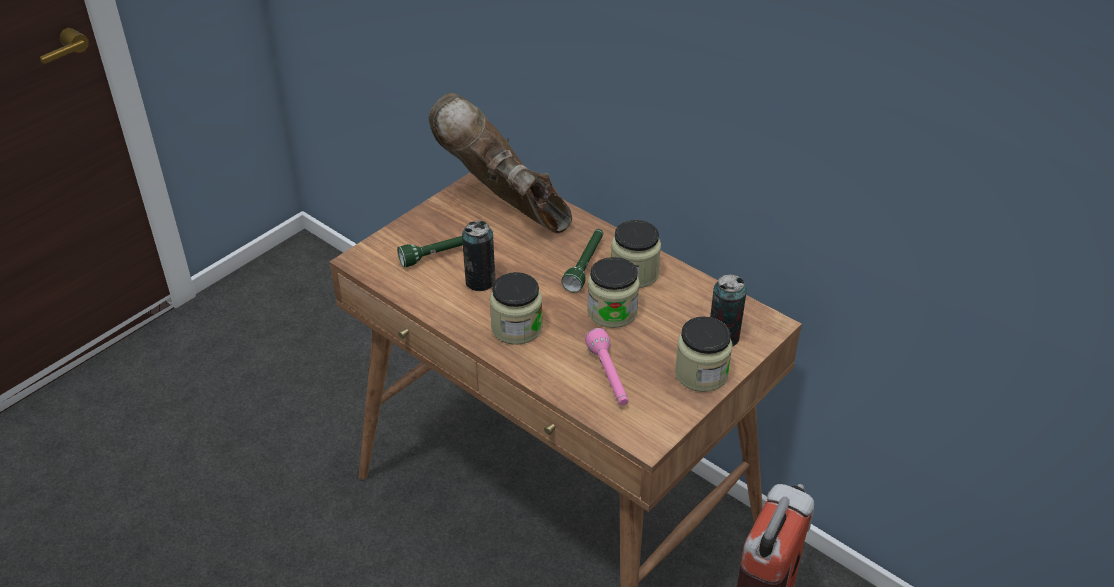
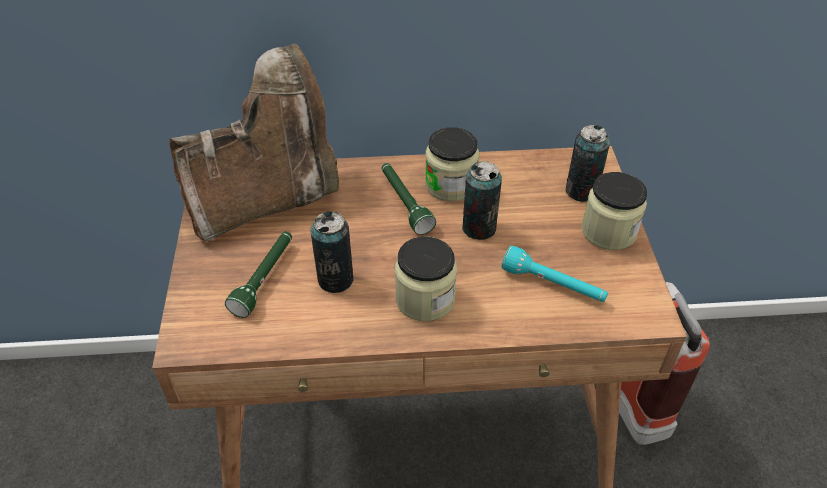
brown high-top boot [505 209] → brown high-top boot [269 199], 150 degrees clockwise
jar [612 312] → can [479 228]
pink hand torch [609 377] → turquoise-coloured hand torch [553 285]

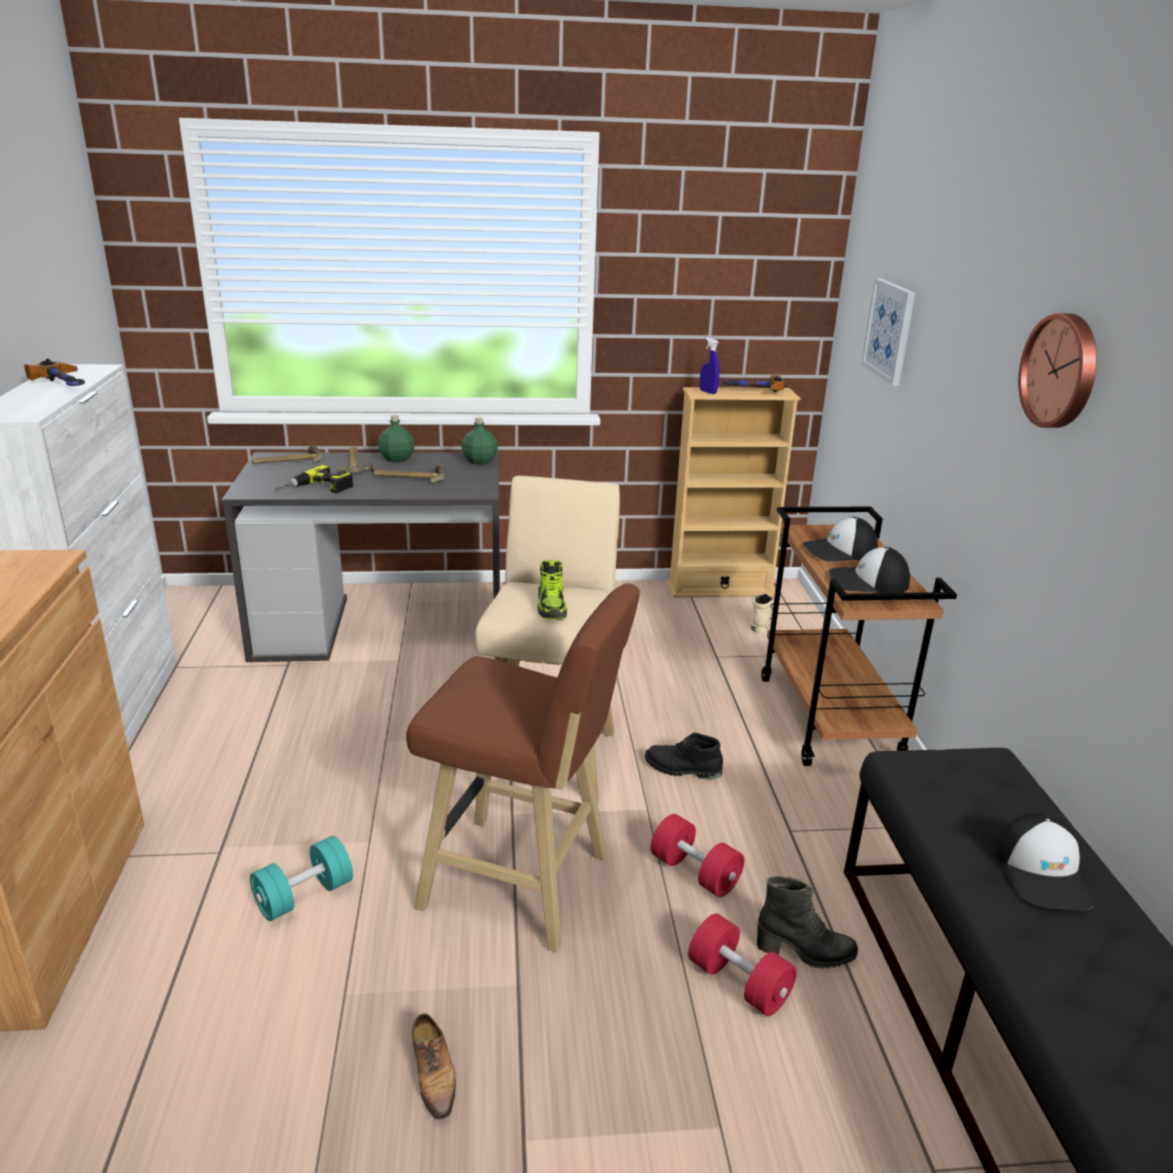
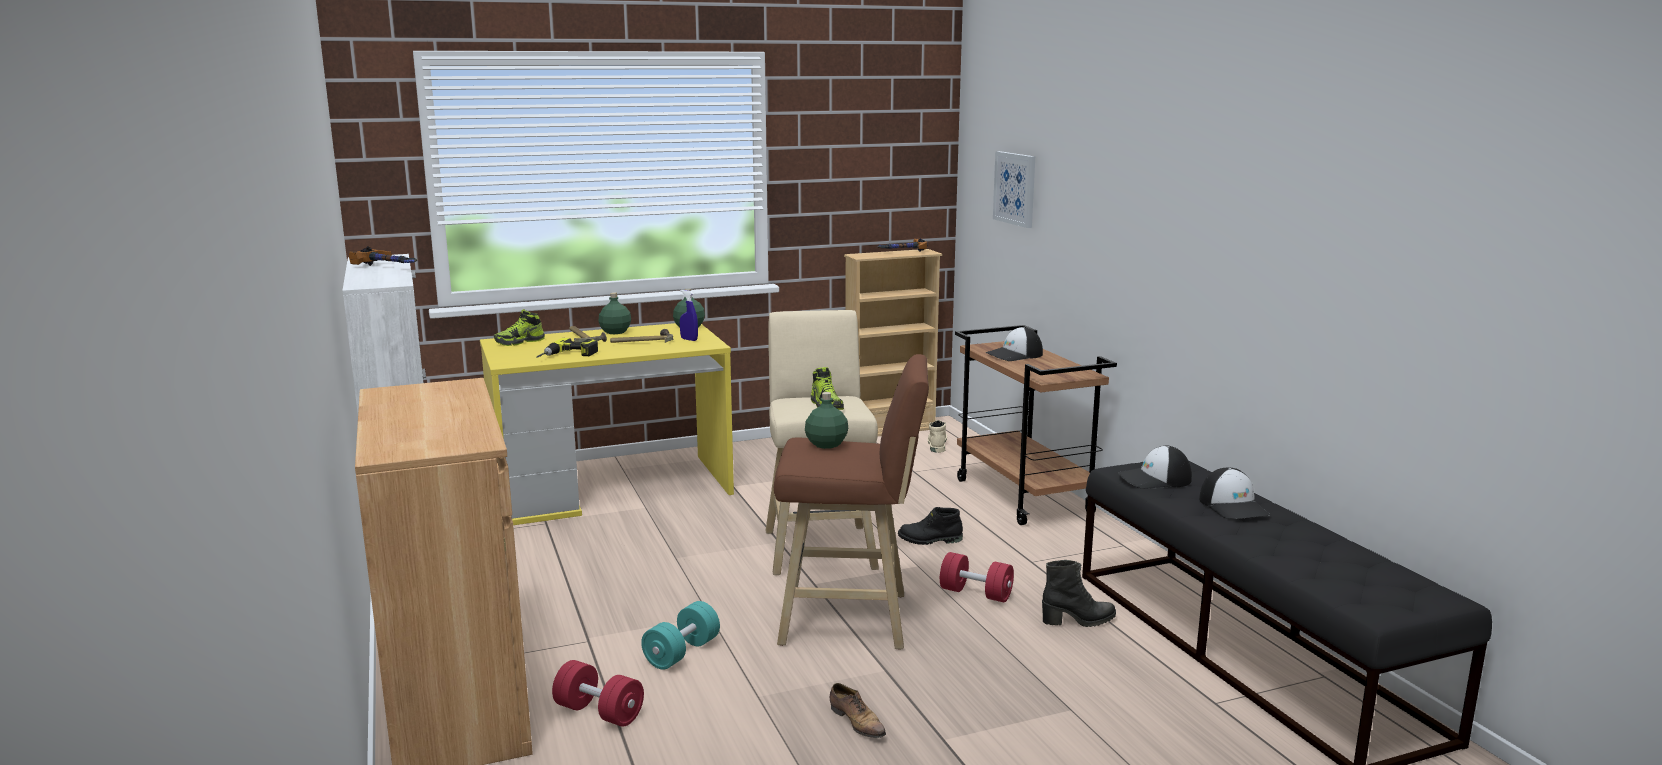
grey desk [382 626] → yellow desk [612 488]
hand hammer [288 461] → low shoe [520 342]
reddish free weight [739 982] → reddish free weight [599 712], moved
blue-coloured hand sprayer [708 392] → blue-coloured hand sprayer [689 339], moved
- → greenish beverage bottle [827 444]
peaked cap [867 582] → peaked cap [1154 479], moved
wall clock [1062 371] → -

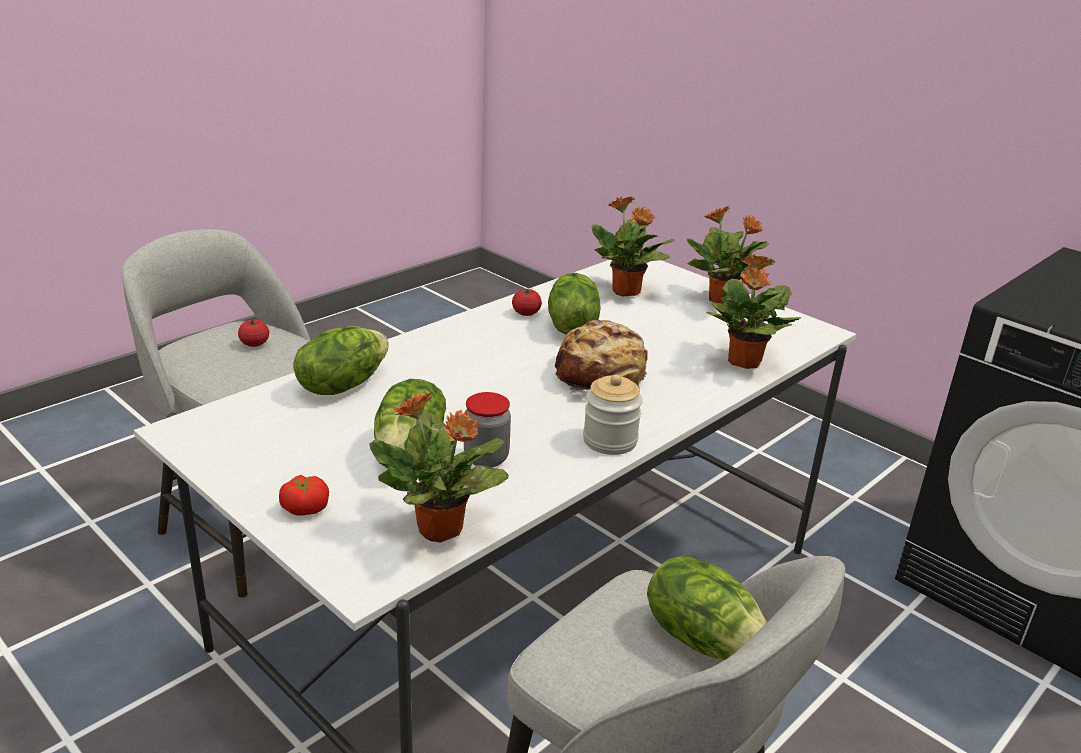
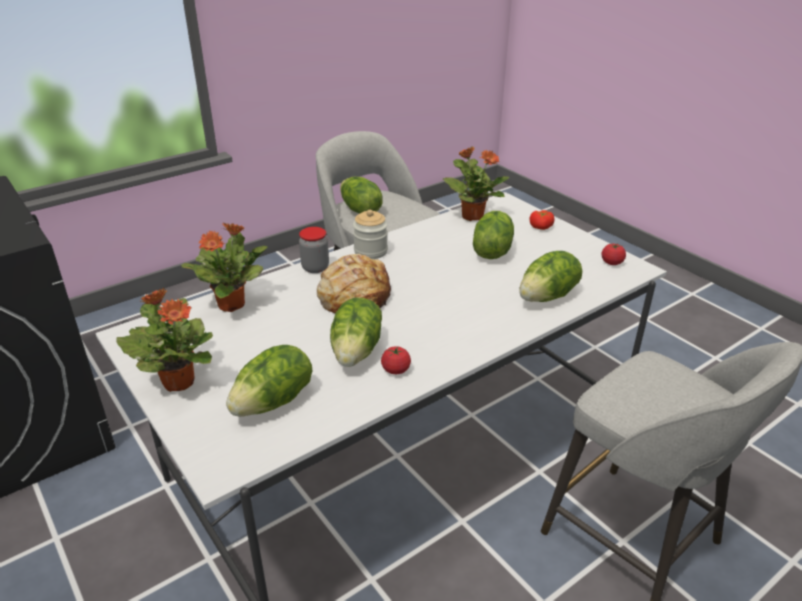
potted plant [626 292] → lettuce [274 402]
jar [486 458] → jar [315 268], moved
fresh tomato [254 344] → fresh tomato [611 262], moved

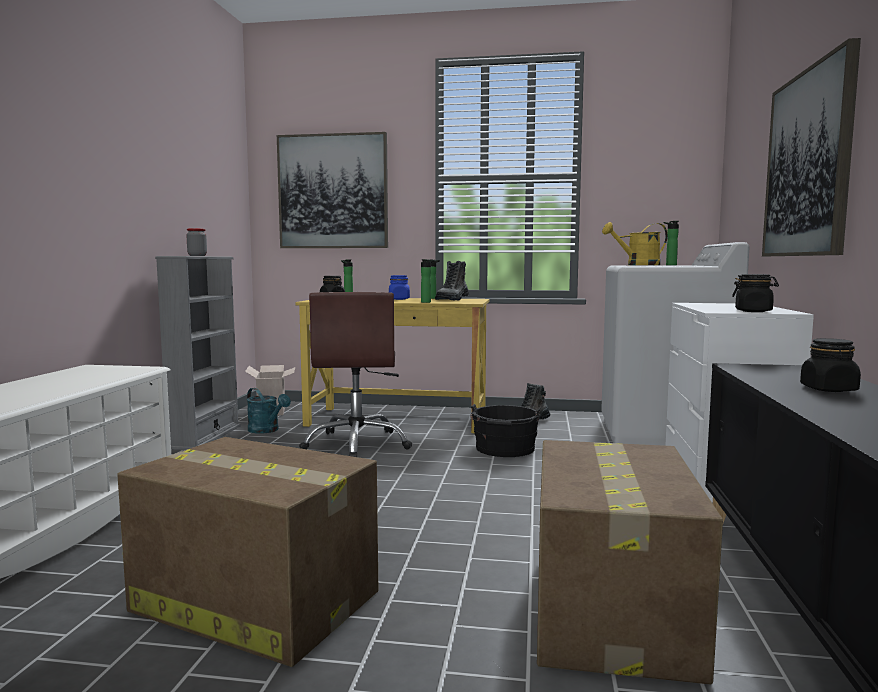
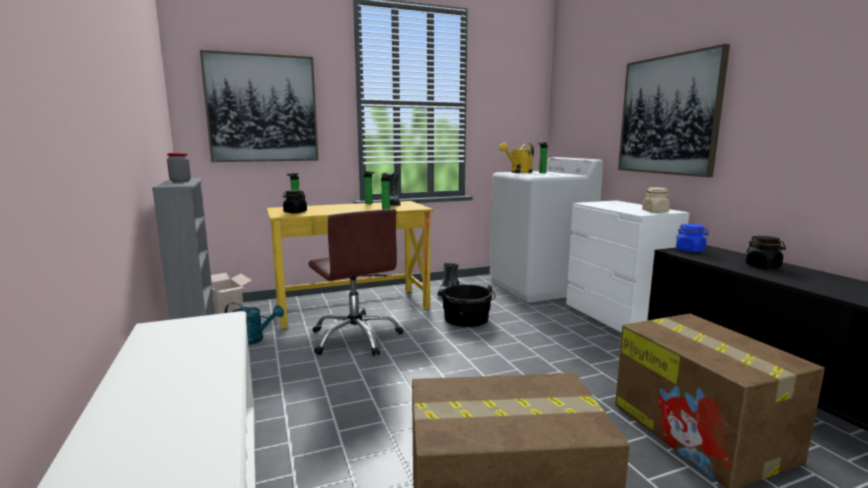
blackish jar [753 311] → beige jar [655 211]
blue-coloured jar [399 299] → blue-coloured jar [690 250], moved

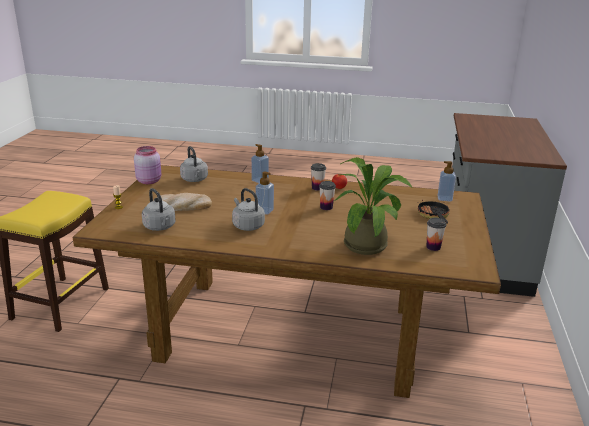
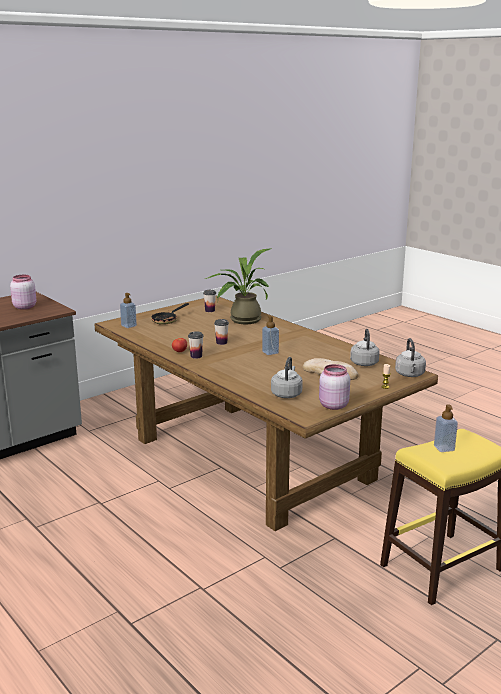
- → pink jar [25 307]
grey kettle [247 225] → grey kettle [410 375], moved
soap bottle [260 180] → soap bottle [444 448], moved

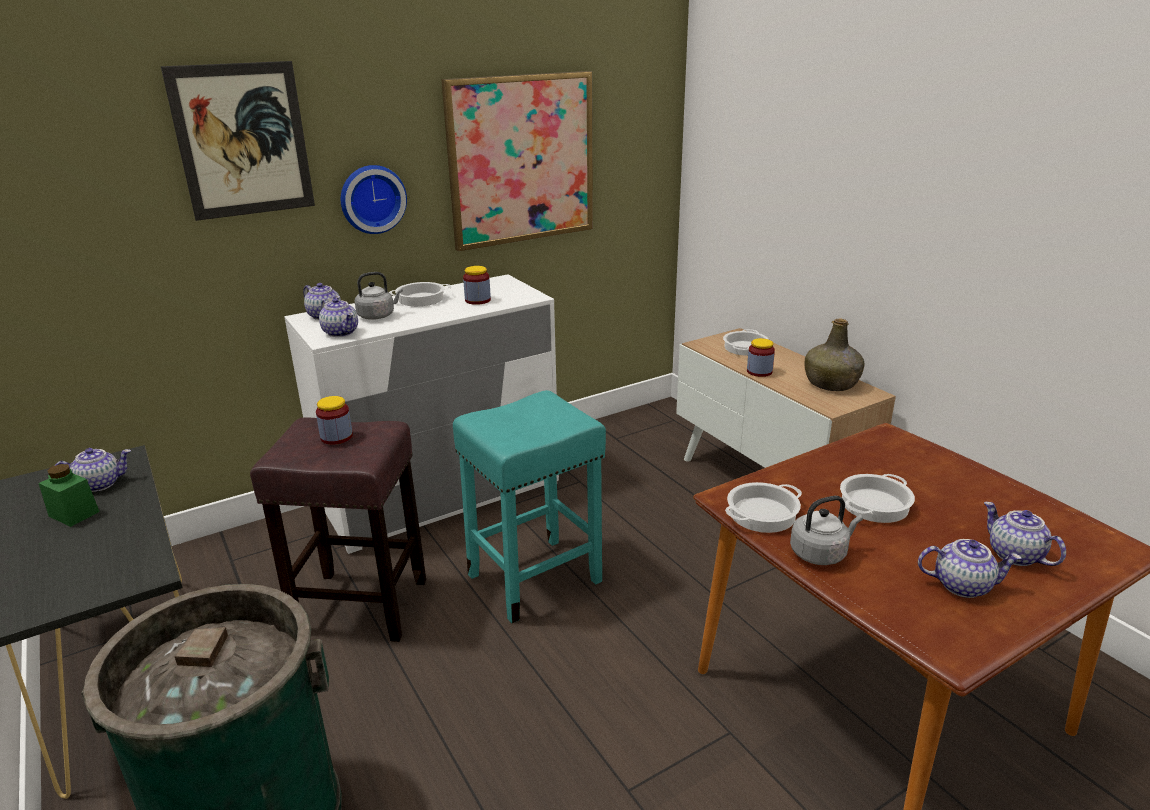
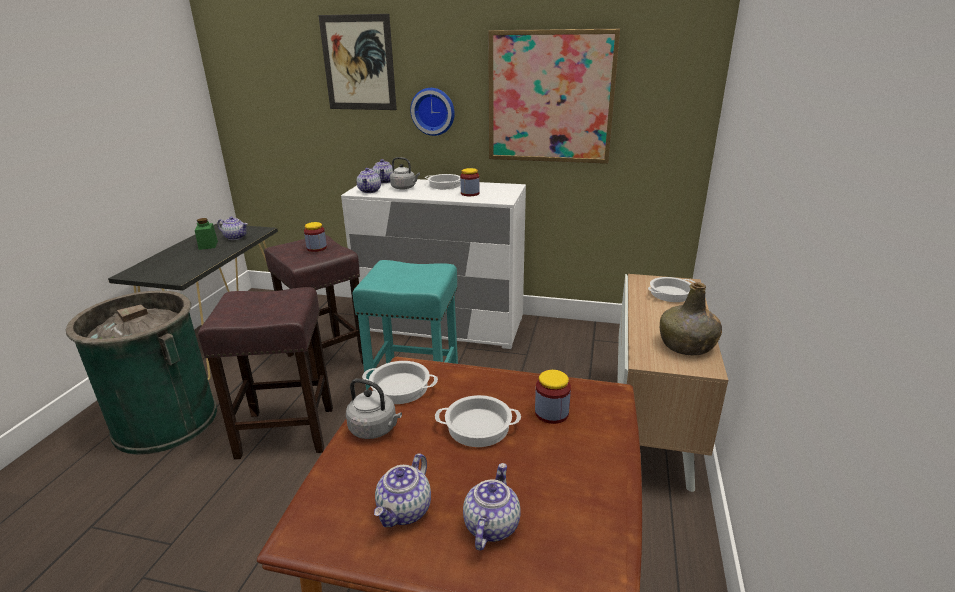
- → brown stool seat [288 431]
teapot [962 585] → teapot [405 511], 60 degrees clockwise
jar [759 371] → jar [551 413], moved

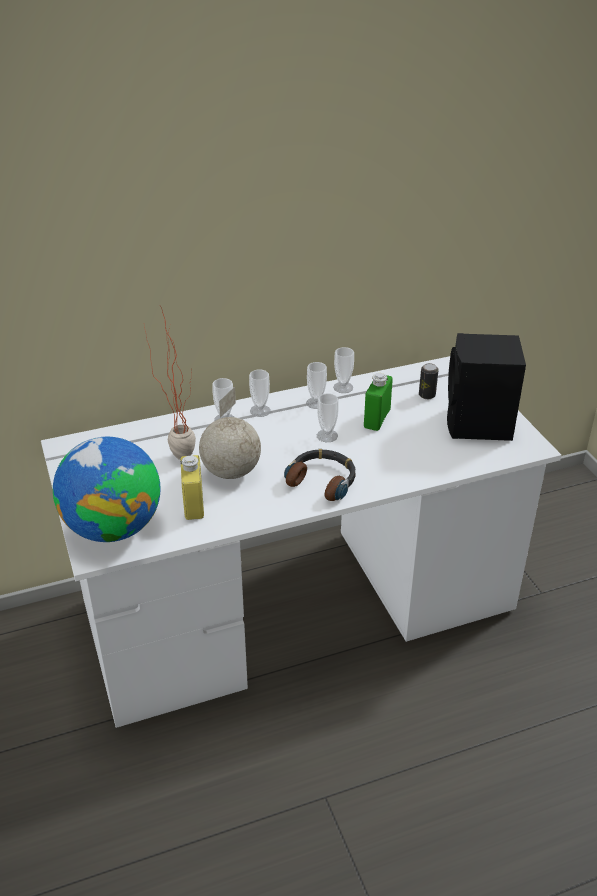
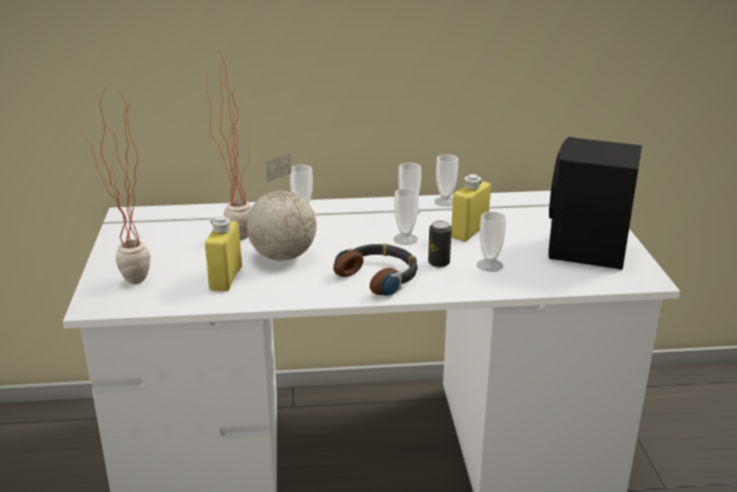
globe [113 527] → potted plant [130 286]
can [427 395] → can [438 263], moved
greenish beverage bottle [377 419] → yellow beverage bottle [469 232]
cup [260 411] → cup [489 265], moved

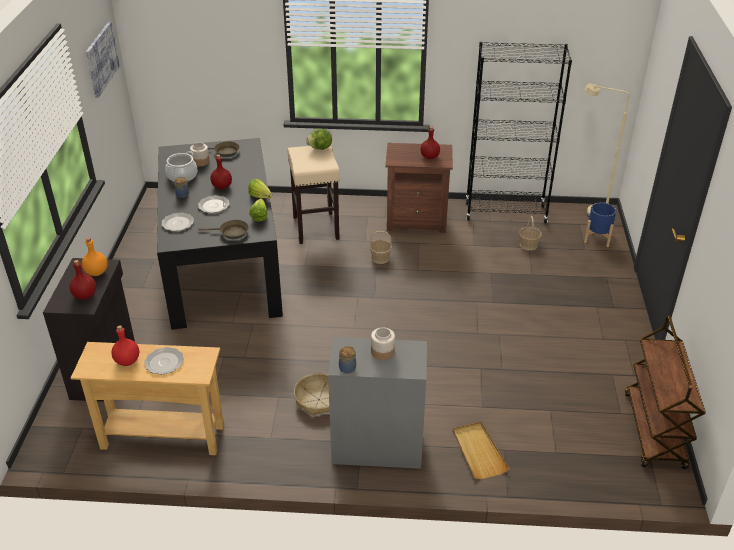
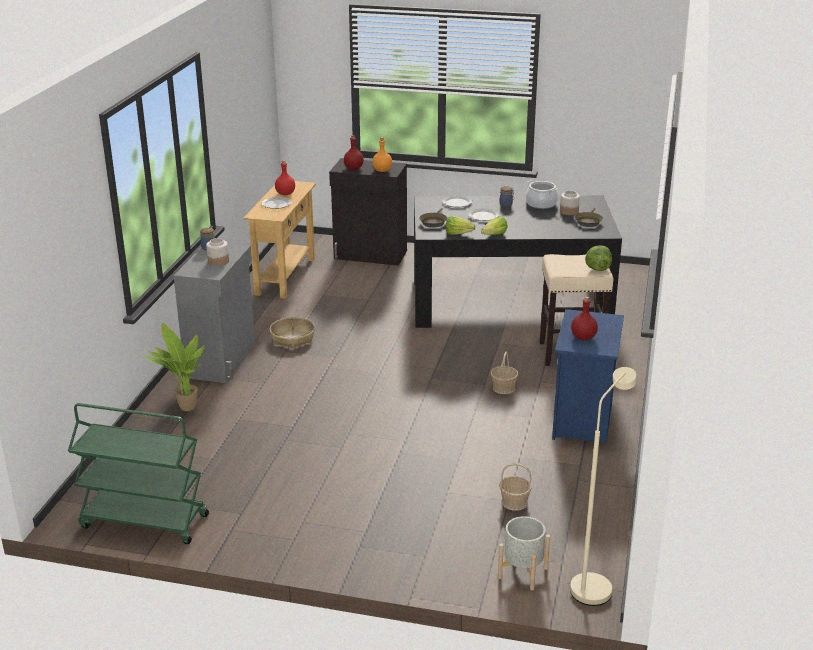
brown trolley [654 431] → greenish trolley [143 521]
beige tray [478 451] → potted plant [185 408]
blue-coloured plant pot [597 238] → grey plant pot [523 573]
brown nightstand [417 220] → blue-coloured nightstand [583 421]
wall picture [101 59] → -
reddish beverage bottle [222 186] → -
blackish bookshelf [505 213] → -

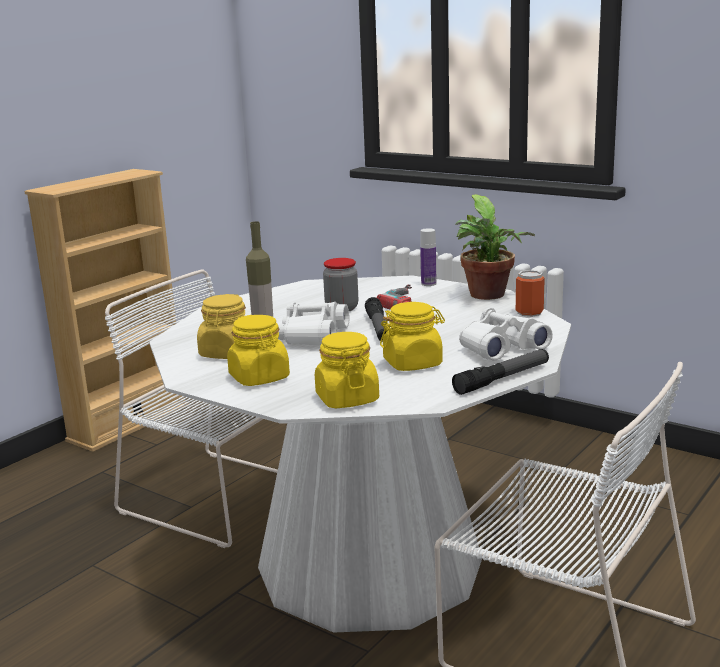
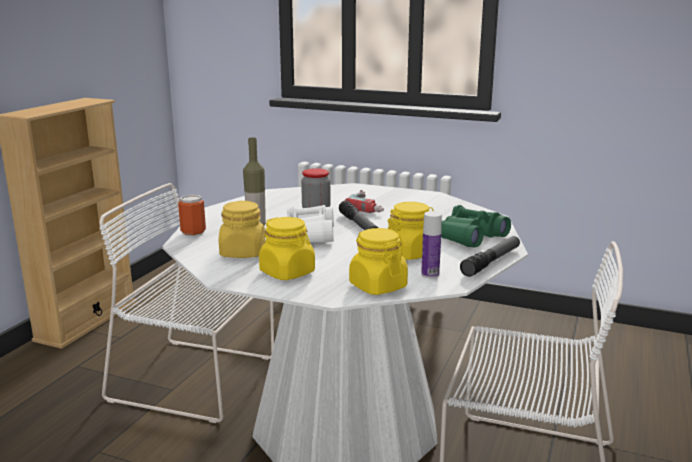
can [529 312] → can [193 232], moved
beverage bottle [428 284] → beverage bottle [430 275], moved
whitish field glasses [500 348] → greenish field glasses [470 237]
potted plant [488 296] → -

